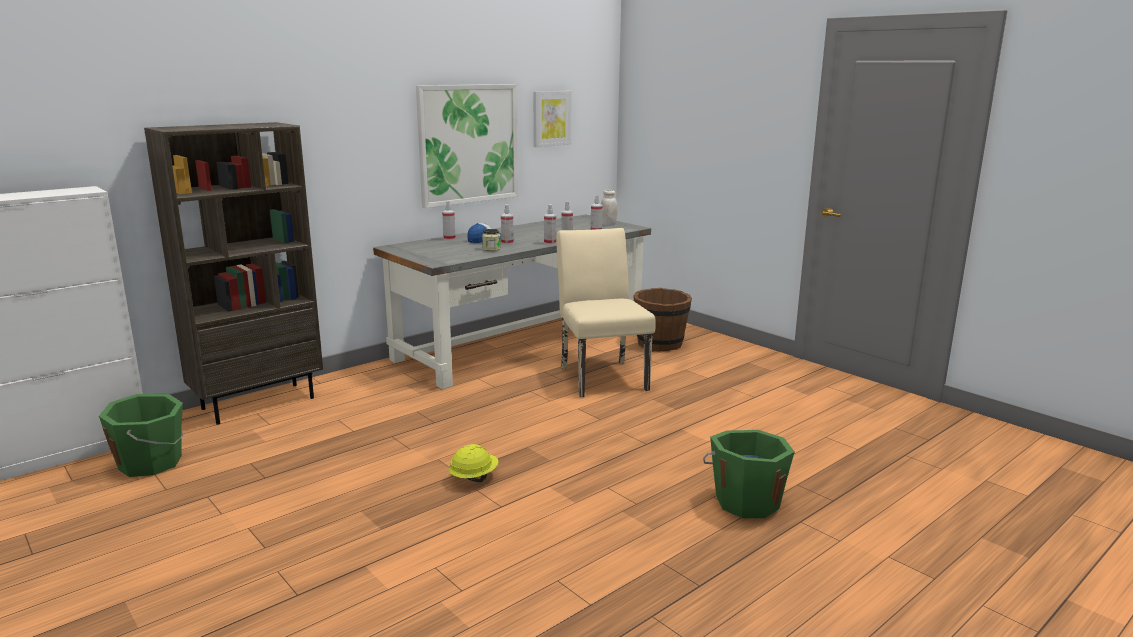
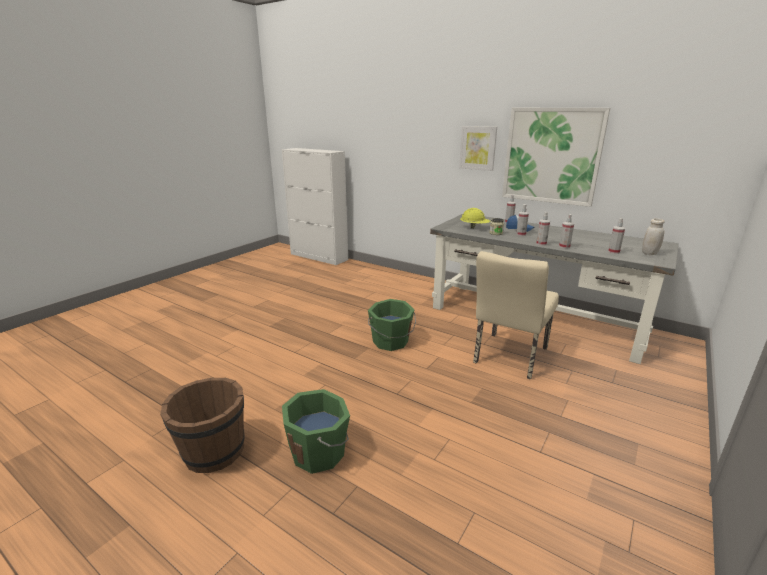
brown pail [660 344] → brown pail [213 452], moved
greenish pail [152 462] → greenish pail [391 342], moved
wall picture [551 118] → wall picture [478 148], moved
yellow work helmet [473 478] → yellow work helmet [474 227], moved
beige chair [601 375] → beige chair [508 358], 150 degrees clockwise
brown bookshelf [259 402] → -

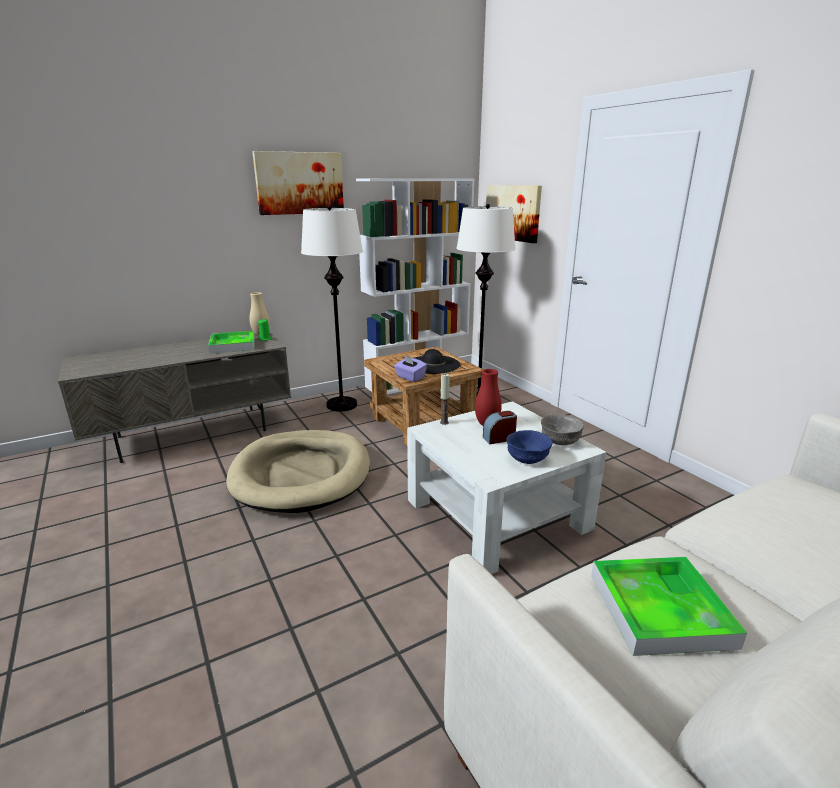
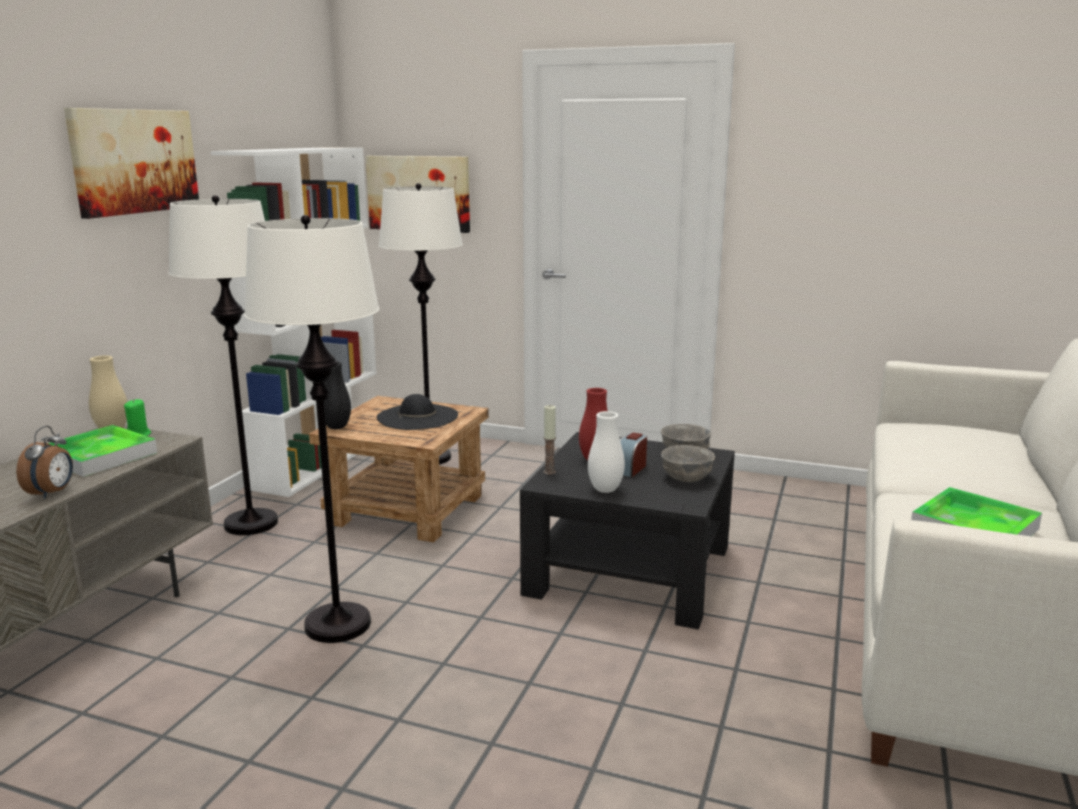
- → table clock [52 493]
beige pet bed [301 474] → whitish floor lamp [337 624]
- → blackish decorative vase [337 427]
whitish coffee table [497 514] → blackish coffee table [629 570]
- → whitish decorative vase [605 490]
blue-coloured serving bowl [528 459] → grey serving bowl [687 478]
purplish tissue box [410 377] → -

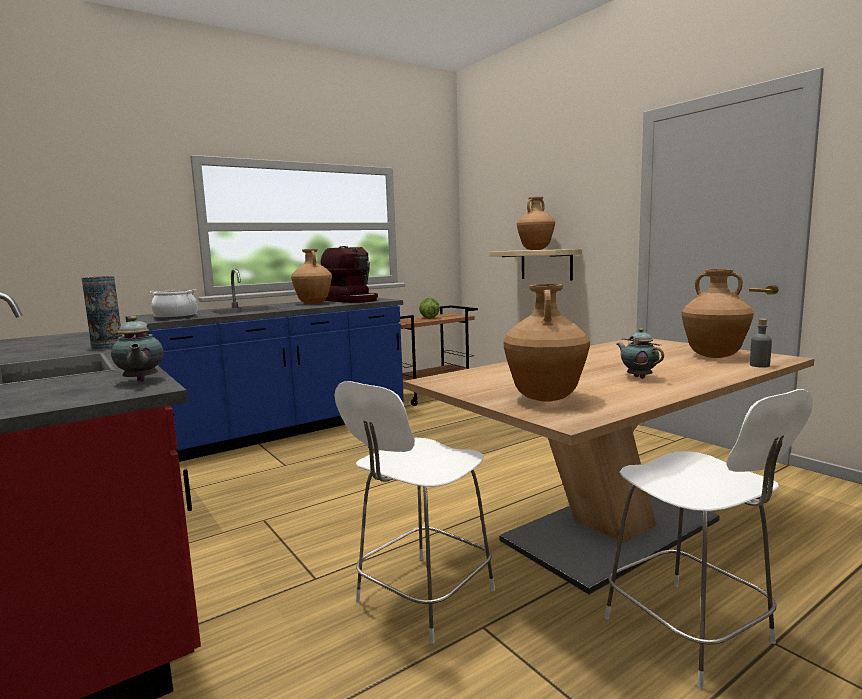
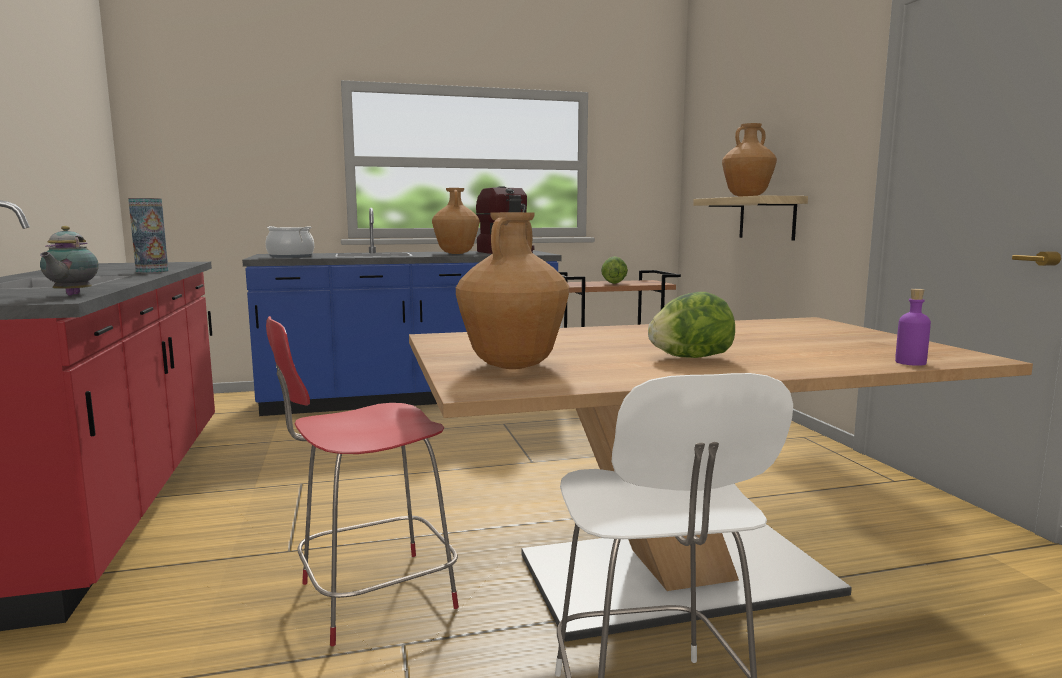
whitish chair [422 598] → reddish chair [371 597]
teapot [638 377] → lettuce [690 357]
grey beverage bottle [759 365] → purplish beverage bottle [910 362]
brown decorative vase [714 356] → -

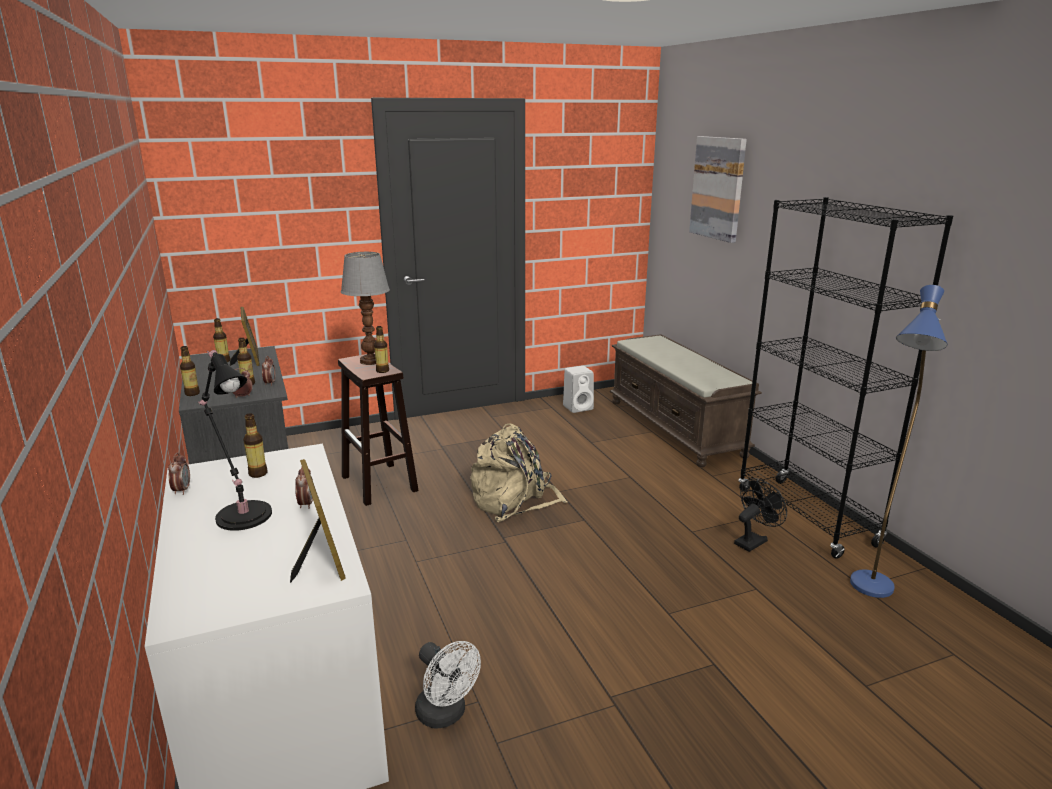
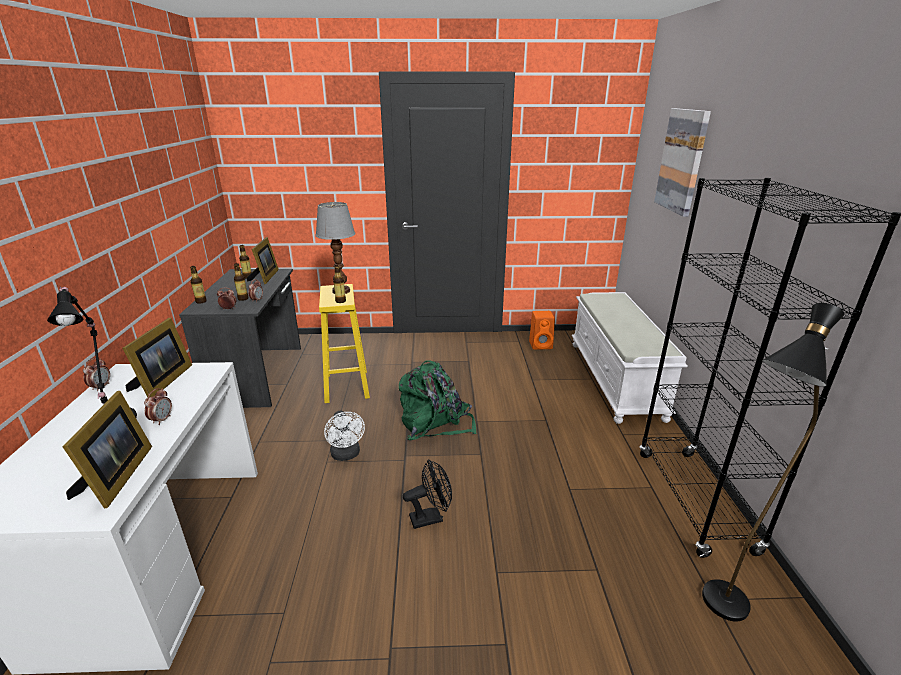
beverage bottle [258 473] → photo frame [162 382]
brown stool seat [380 484] → yellow stool seat [347 386]
whitish electric fan [446 715] → whitish electric fan [346 455], moved
beige backpack [514 501] → greenish backpack [435 423]
blackish electric fan [753 541] → blackish electric fan [431 517], moved
whitish audio speaker [578 407] → orangey audio speaker [541 345]
brown long seat [676 428] → whitish long seat [616 379]
blue-coloured floor lamp [870 593] → blackish floor lamp [718 611]

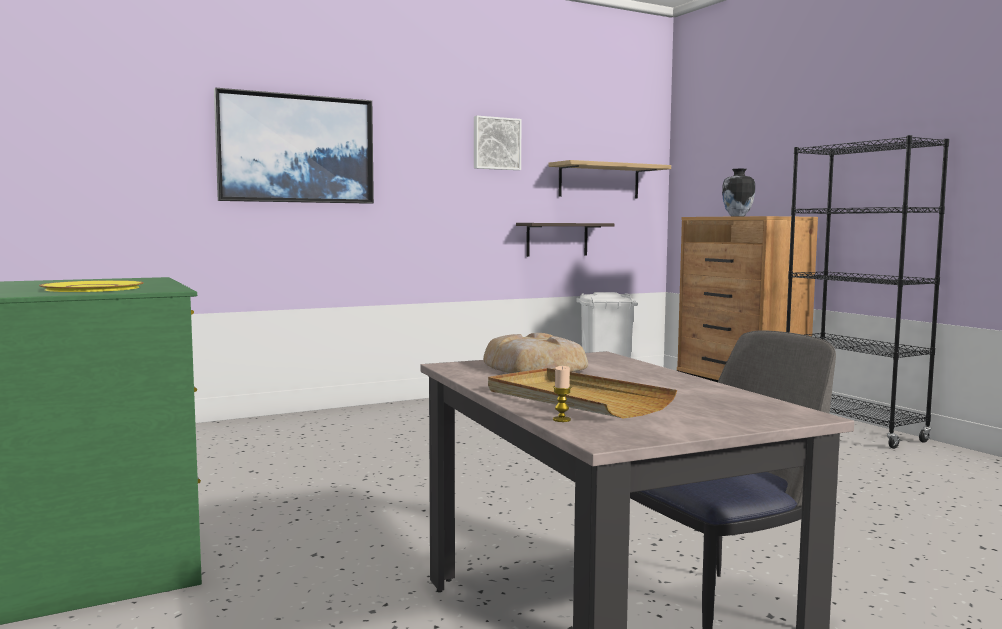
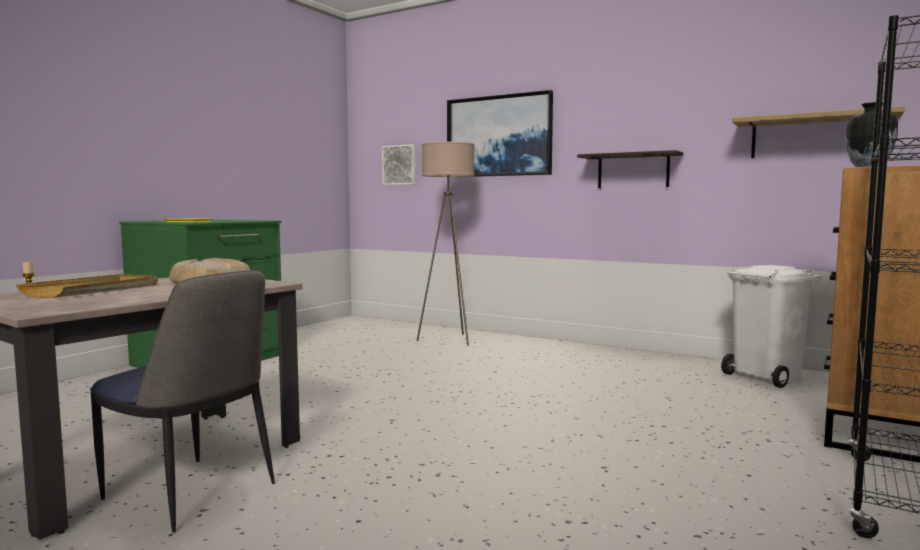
wall picture [496 143] → wall picture [400 165], moved
- → beige floor lamp [449 340]
wall shelf [557 239] → wall shelf [633 171], moved

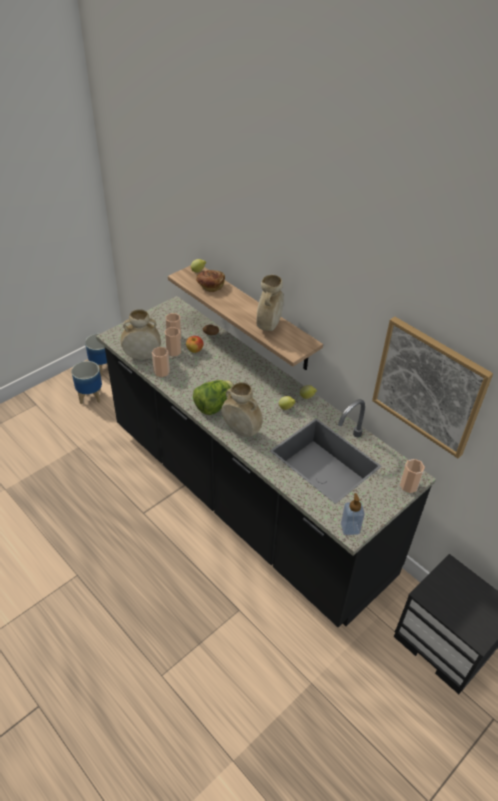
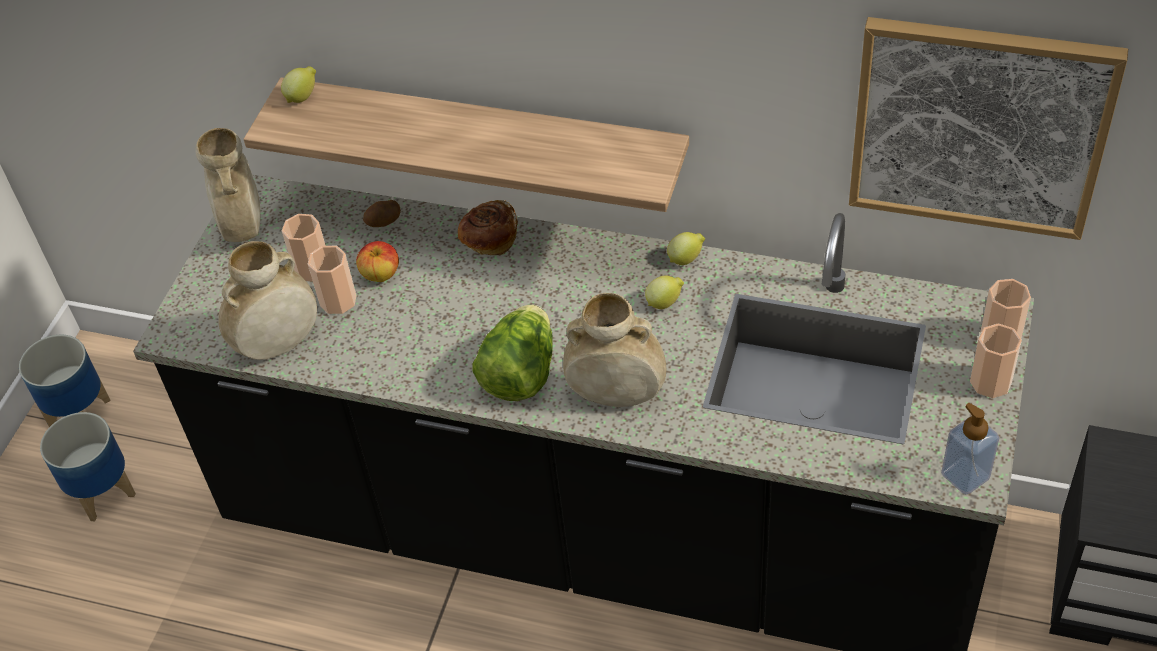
beige decorative vase [269 326] → beige decorative vase [244 227], moved
baked bread [210 286] → baked bread [490 240], moved
cup [161 372] → cup [990 382], moved

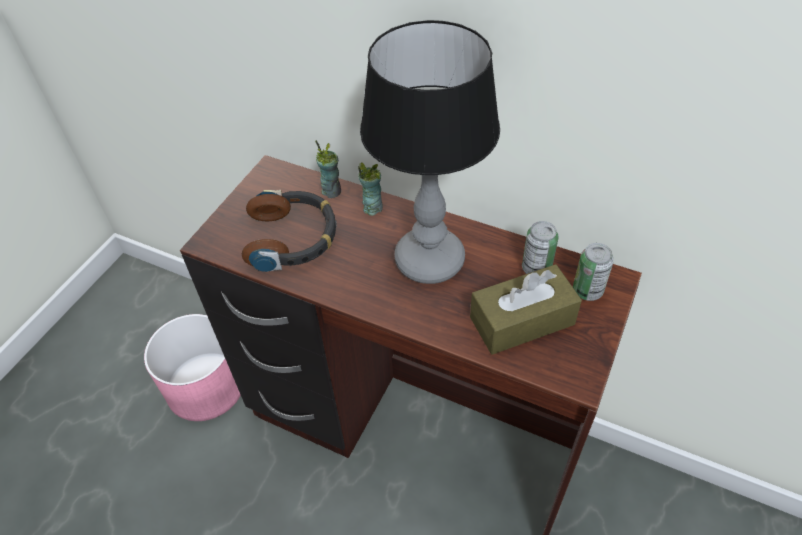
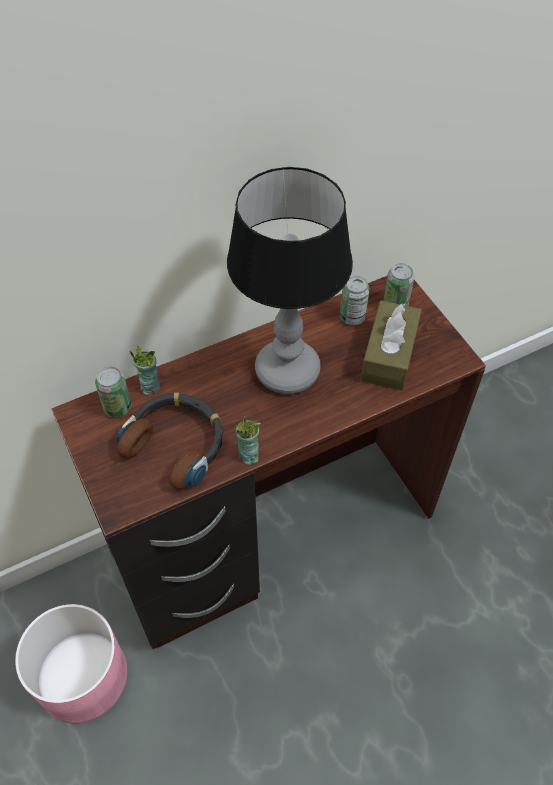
- → can [117 407]
cup [372 208] → cup [248 455], moved

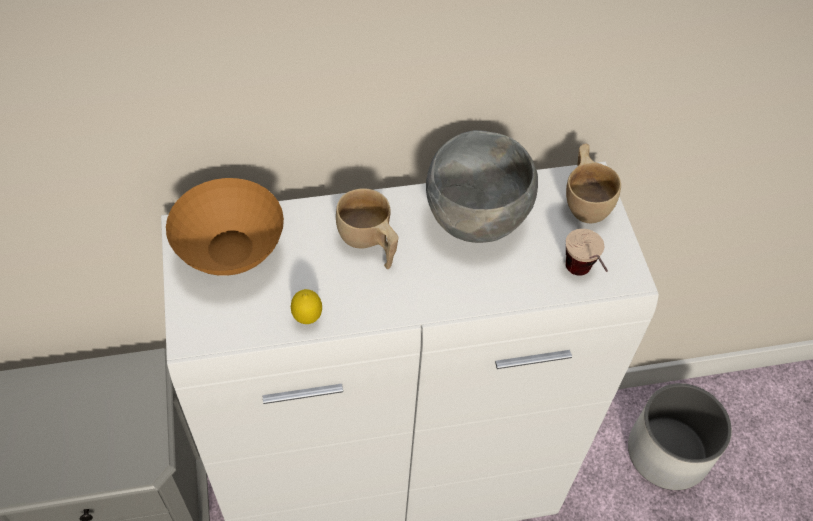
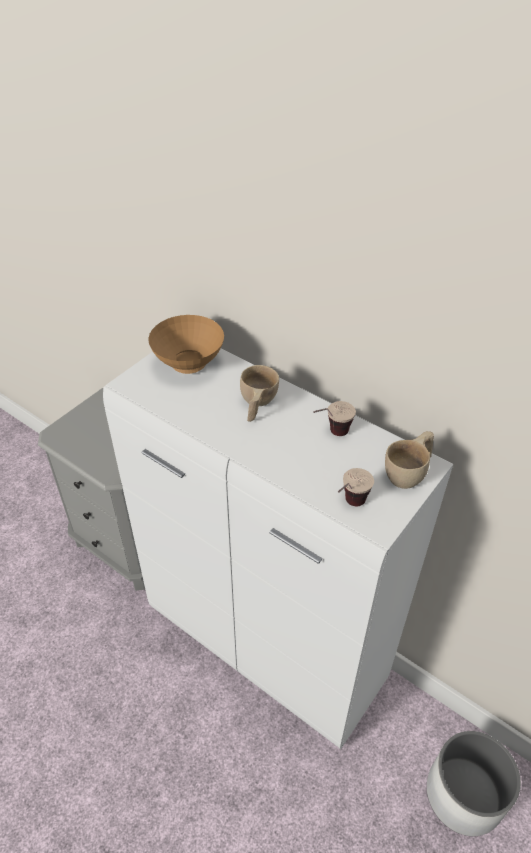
grey serving bowl [477 218] → cup [330 435]
whole lemon [307 318] → -

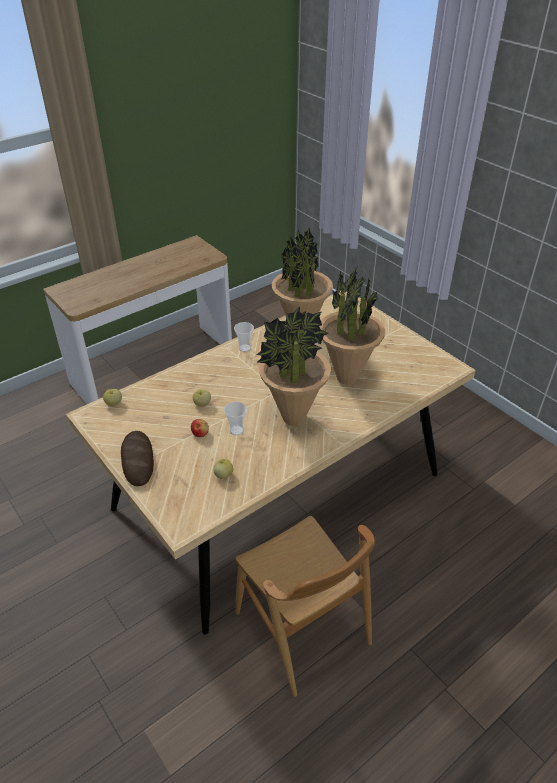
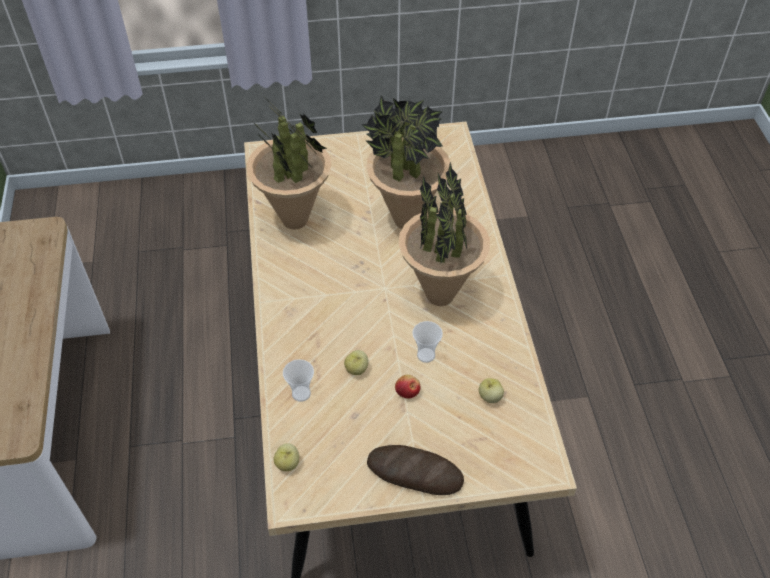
cup [244 348] → cup [301 393], moved
brown chair [302 628] → -

